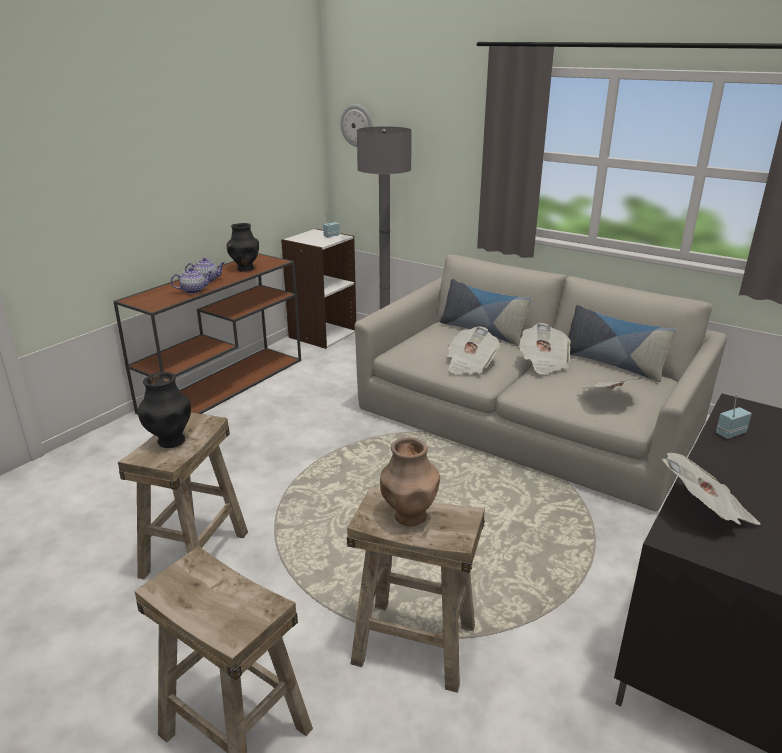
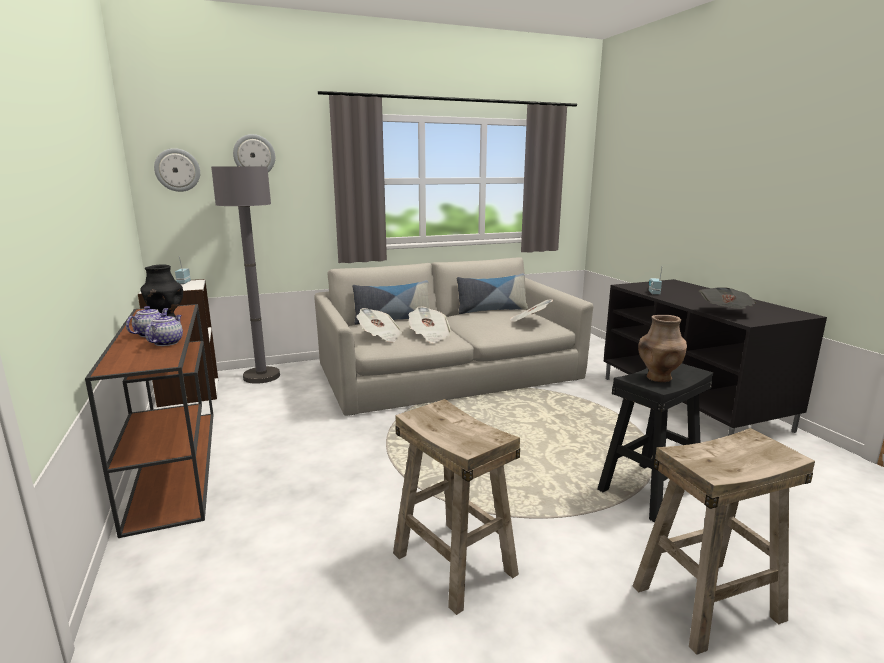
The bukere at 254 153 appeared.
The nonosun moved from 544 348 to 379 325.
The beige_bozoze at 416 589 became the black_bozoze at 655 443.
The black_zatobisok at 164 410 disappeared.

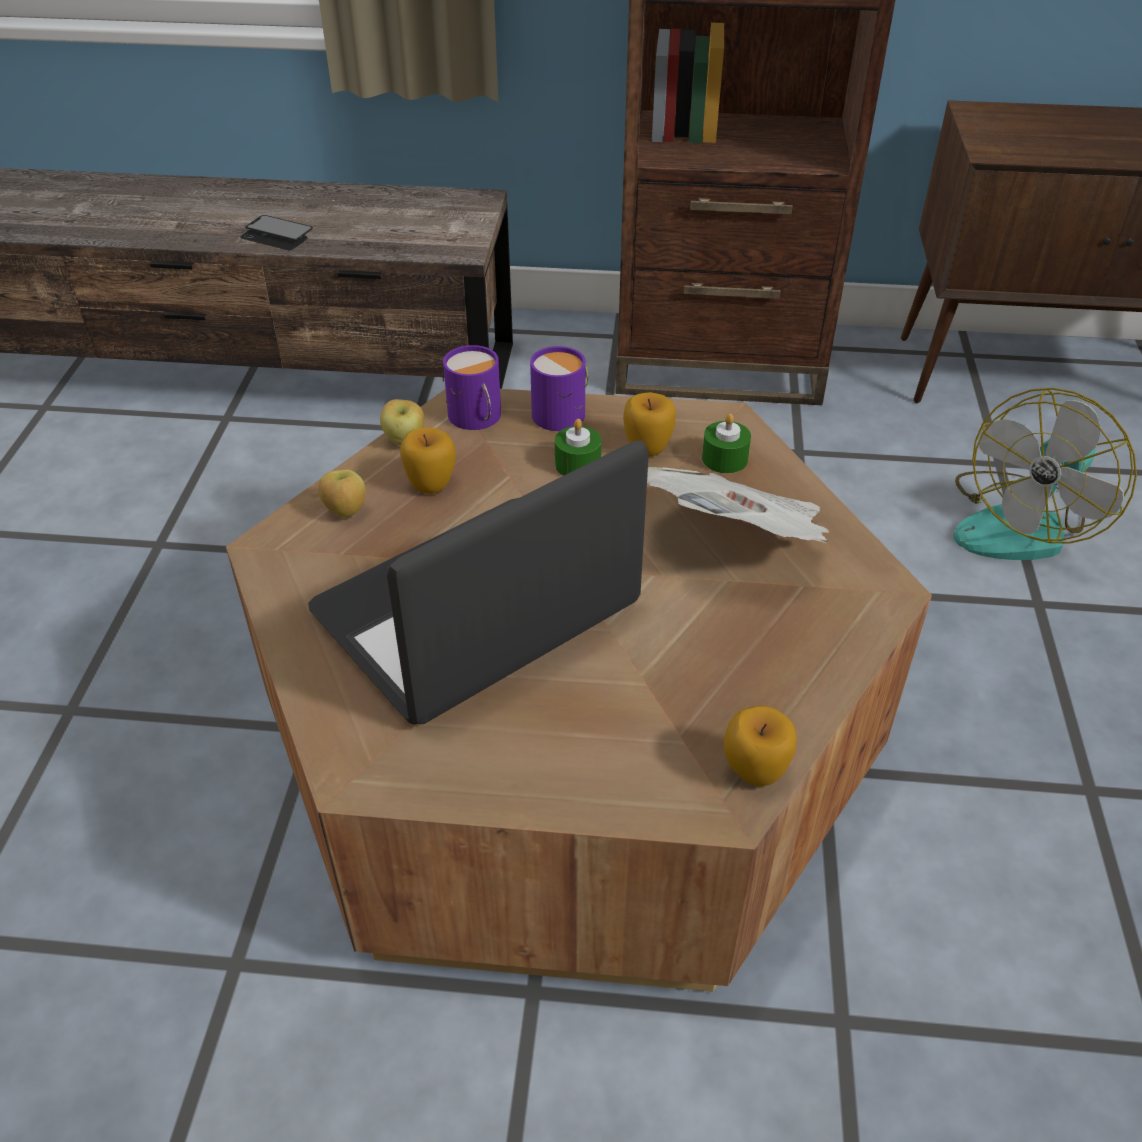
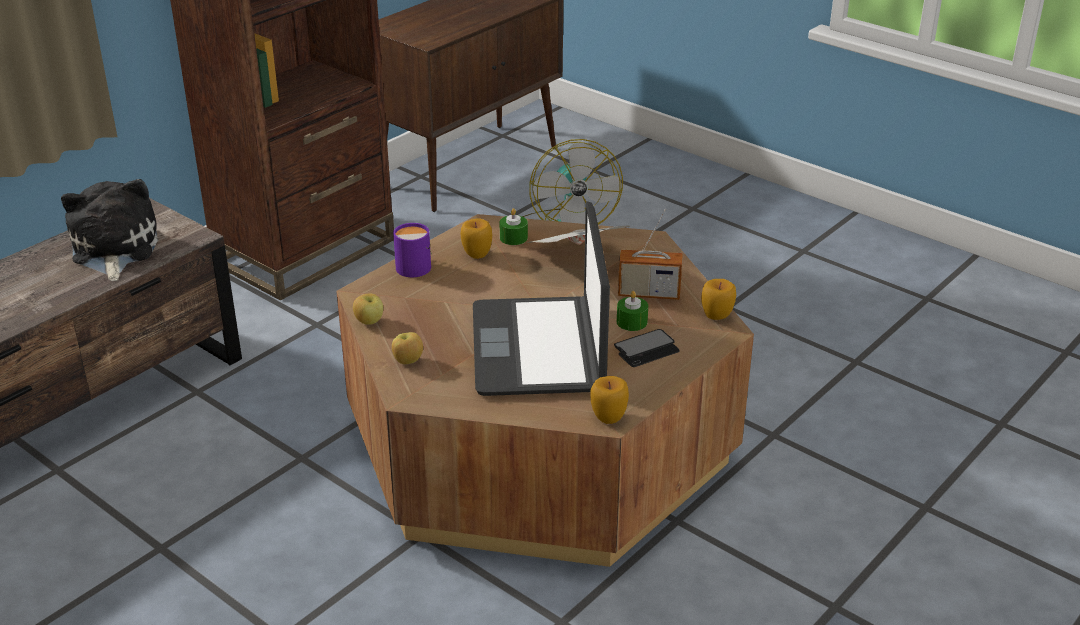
The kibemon at 109 230 appeared.
The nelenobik moved from 428 461 to 609 400.
The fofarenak moved from 276 232 to 647 348.
The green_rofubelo moved from 578 447 to 632 311.
The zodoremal at 650 254 appeared.
The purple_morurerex at 472 387 disappeared.

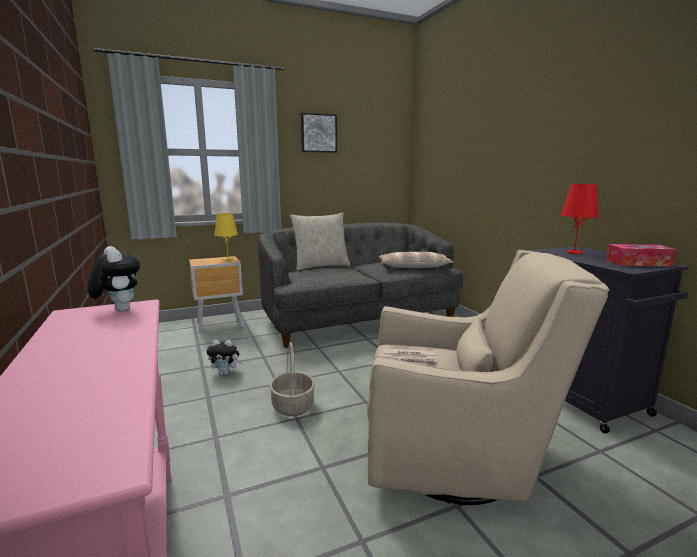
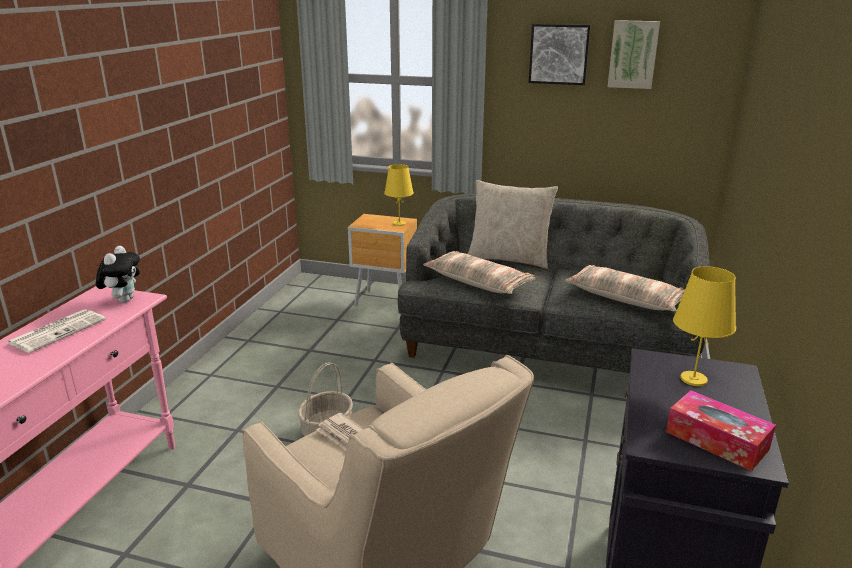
The nonosun at 57 331 appeared.
The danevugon at 479 272 appeared.
The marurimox at 634 54 appeared.
The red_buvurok at 580 219 became the yellow_buvurok at 704 326.
The kibemon at 224 357 disappeared.

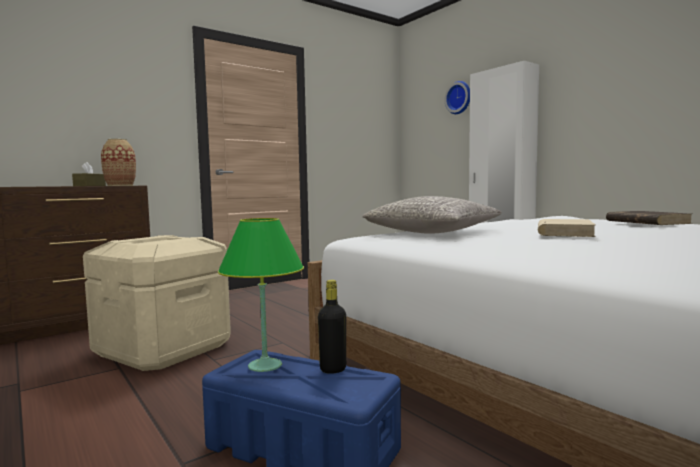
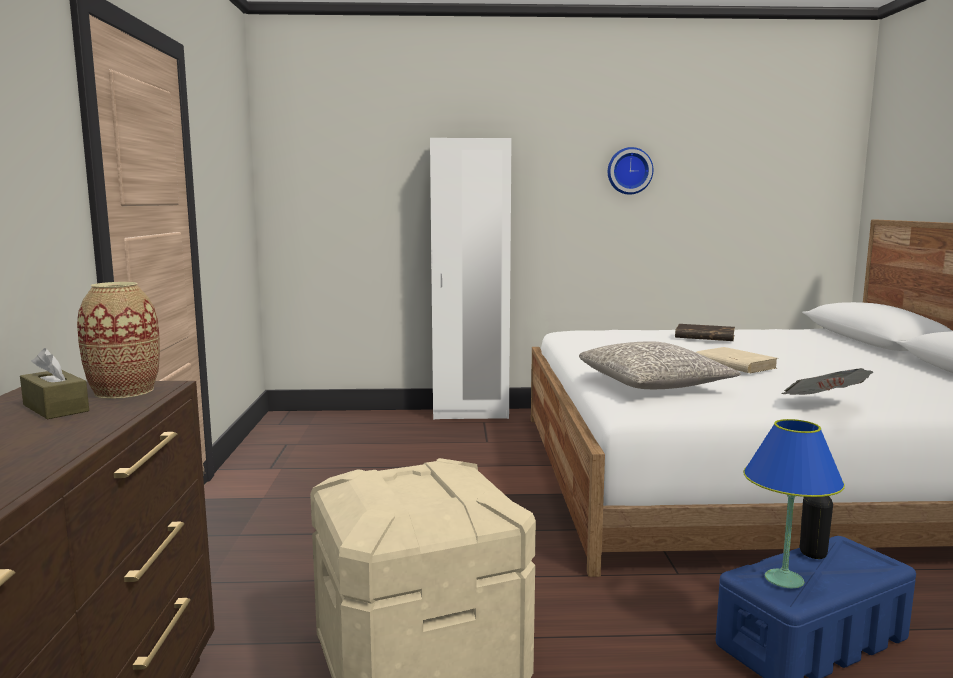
The bukere moved from 457 97 to 630 171.
The green_buvurok at 261 295 became the blue_buvurok at 794 503.
The nonosun at 827 381 appeared.

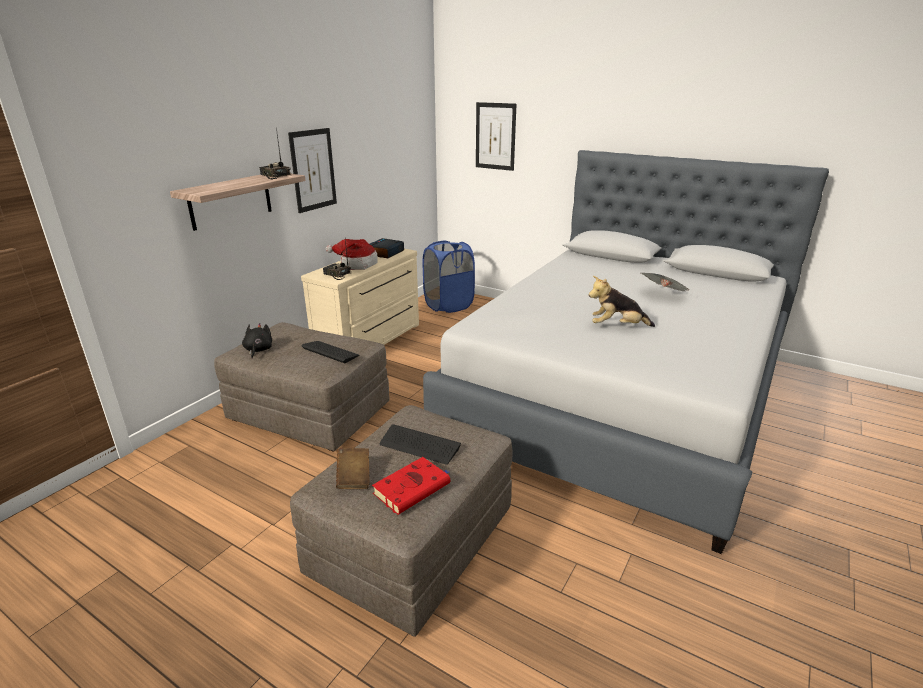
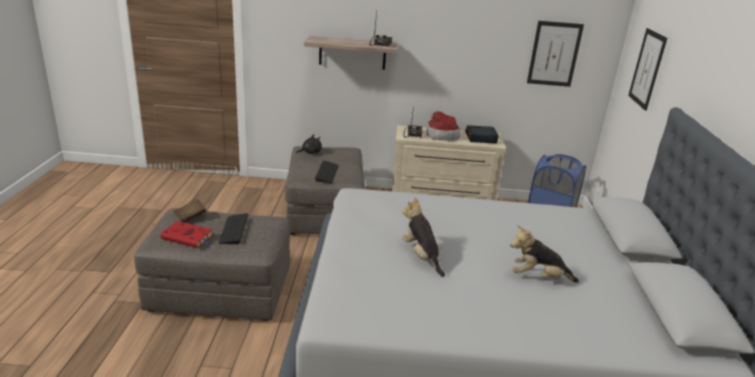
The nonosun at 665 282 was replaced by the kibemon at 544 254.
The marurimox moved from 312 170 to 555 54.

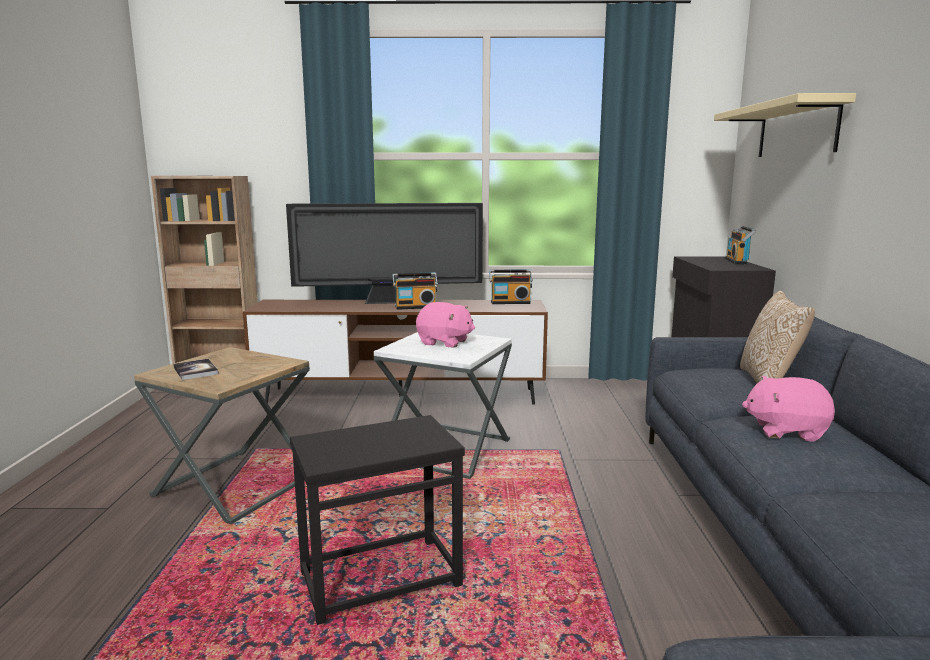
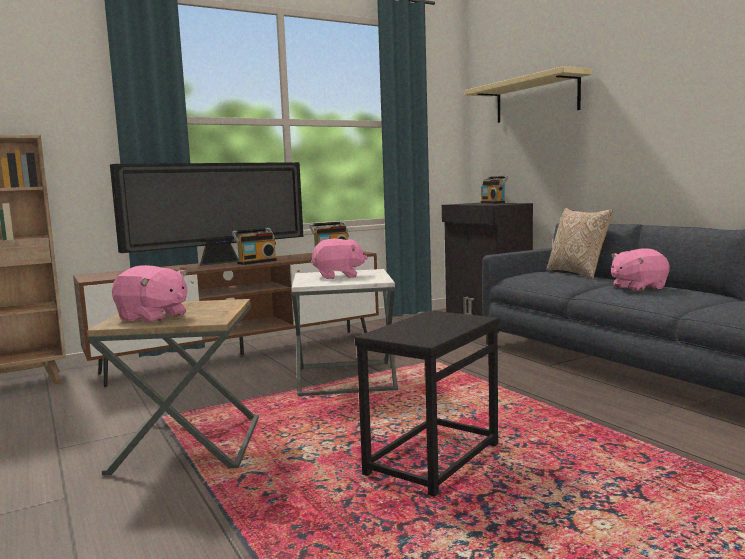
The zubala at 196 369 was replaced by the pink_kibemon at 149 294.

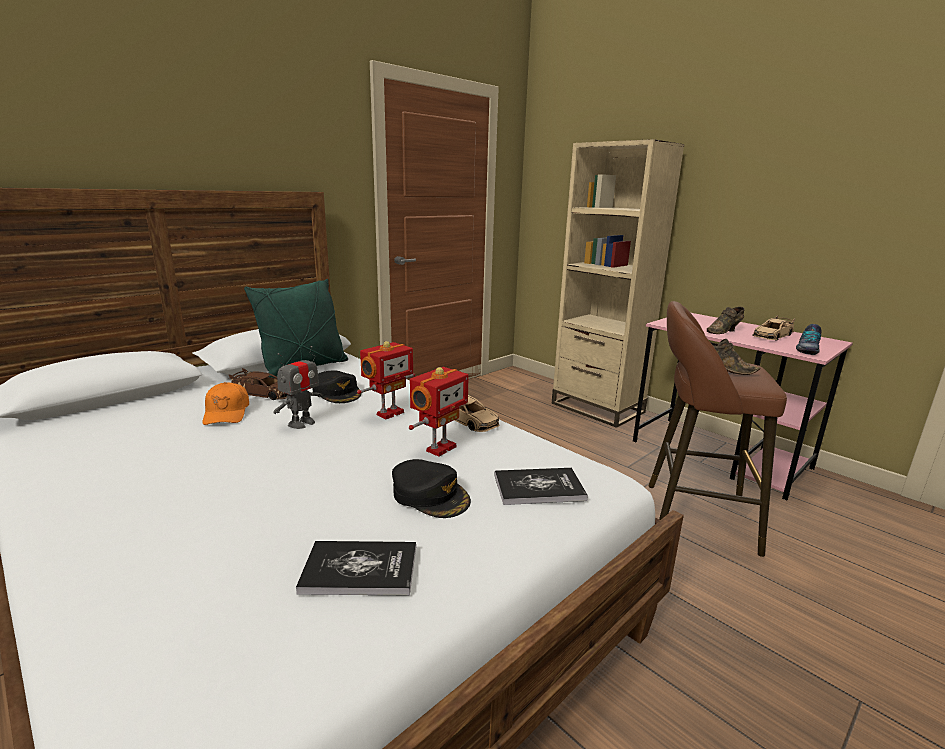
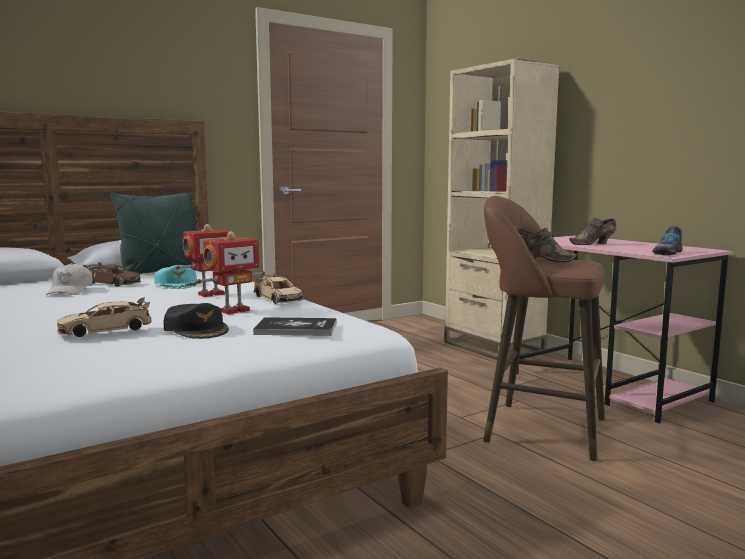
The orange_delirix at 225 403 became the white_delirix at 69 279.
The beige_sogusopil moved from 774 328 to 104 317.
The black_delirix at 336 386 became the turquoise_delirix at 175 277.
The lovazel at 298 387 disappeared.
The zubala at 356 568 disappeared.

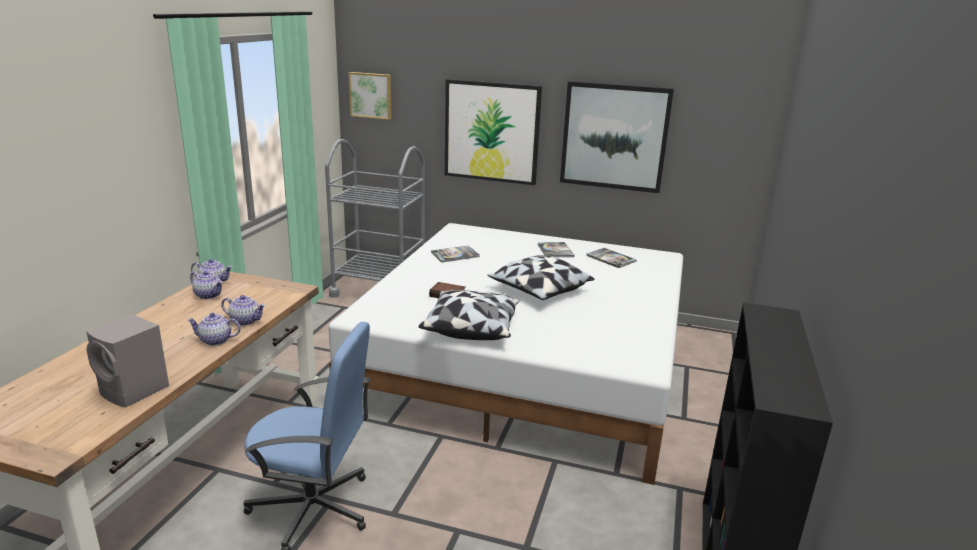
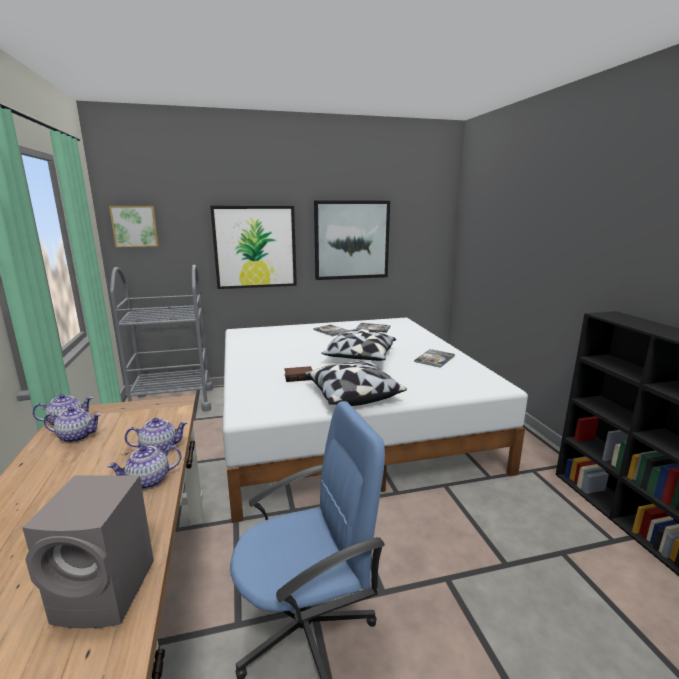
The zubala moved from 455 254 to 434 358.

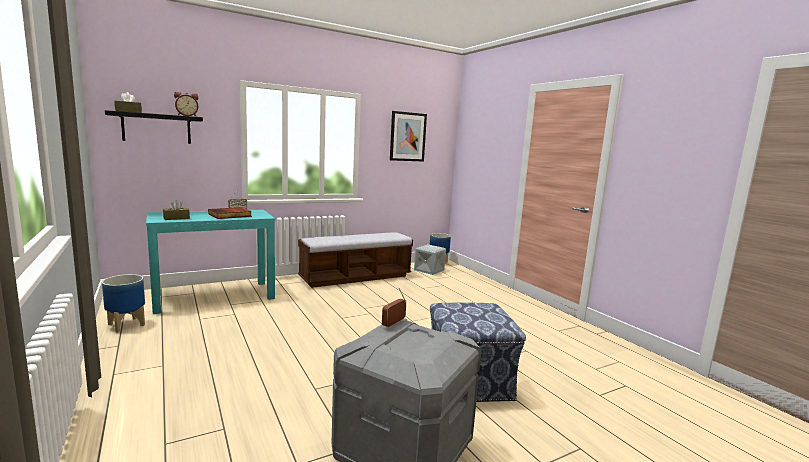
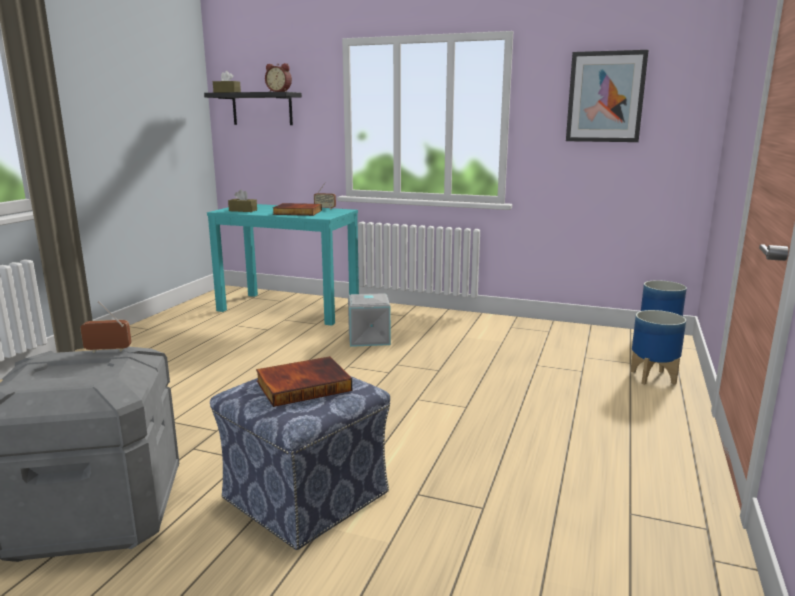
The zubala at 304 381 appeared.
The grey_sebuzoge moved from 430 259 to 369 320.
The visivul moved from 123 303 to 658 347.
The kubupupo at 355 260 disappeared.

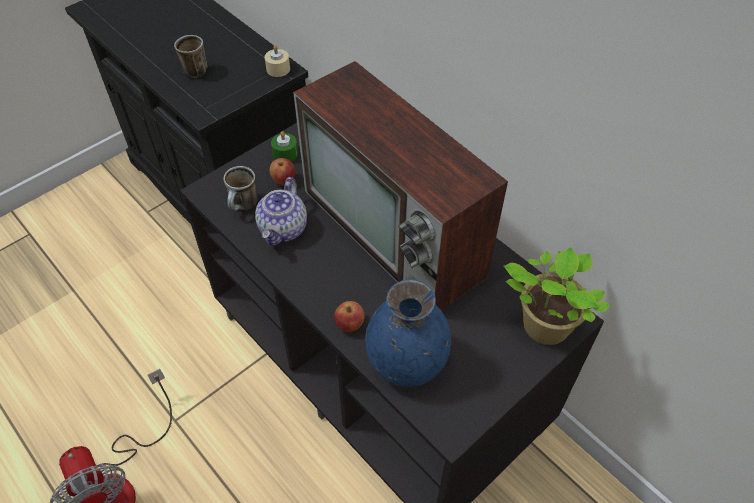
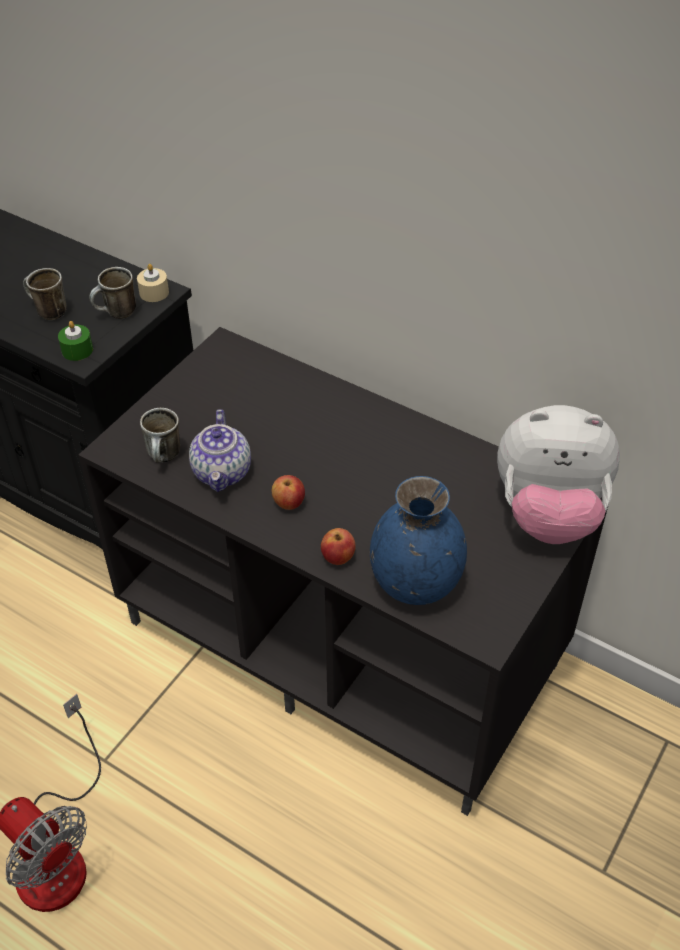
The green_rofubelo moved from 284 146 to 75 341.
The morurerex at 112 293 appeared.
The nelenobik moved from 282 171 to 288 492.
The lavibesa at 556 296 was replaced by the kibemon at 558 474.
The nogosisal at 400 186 disappeared.

